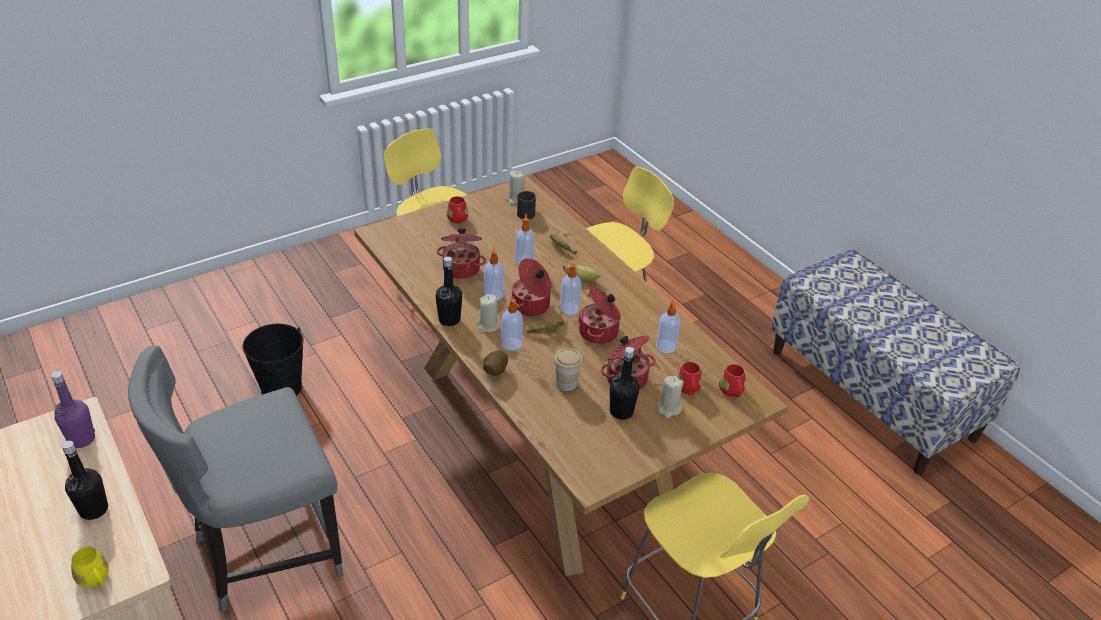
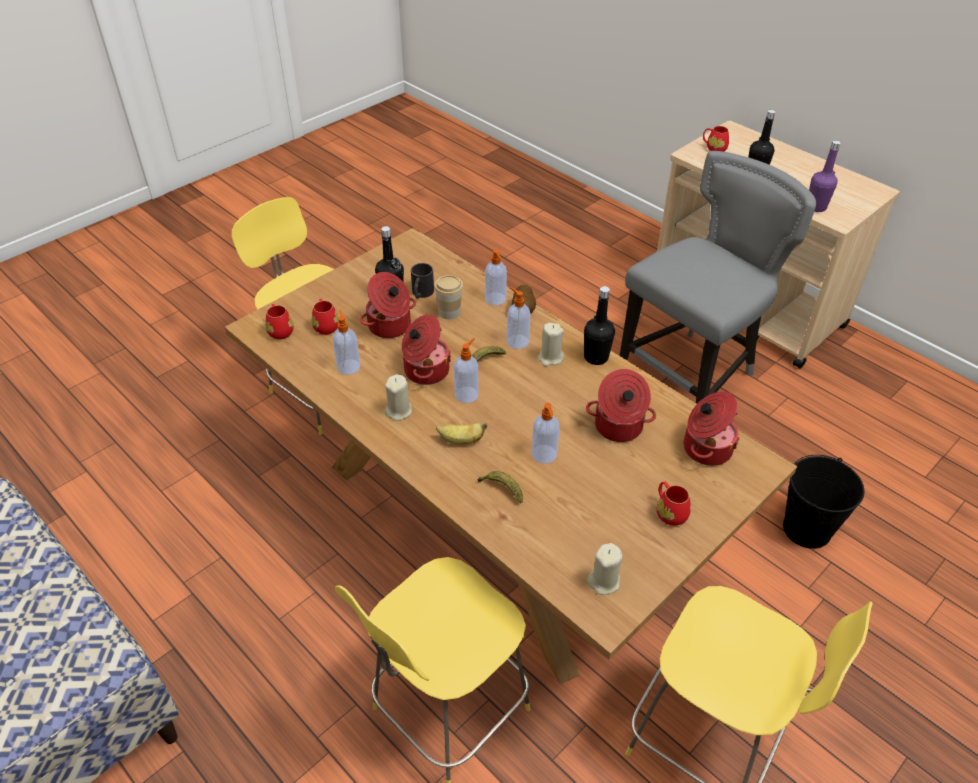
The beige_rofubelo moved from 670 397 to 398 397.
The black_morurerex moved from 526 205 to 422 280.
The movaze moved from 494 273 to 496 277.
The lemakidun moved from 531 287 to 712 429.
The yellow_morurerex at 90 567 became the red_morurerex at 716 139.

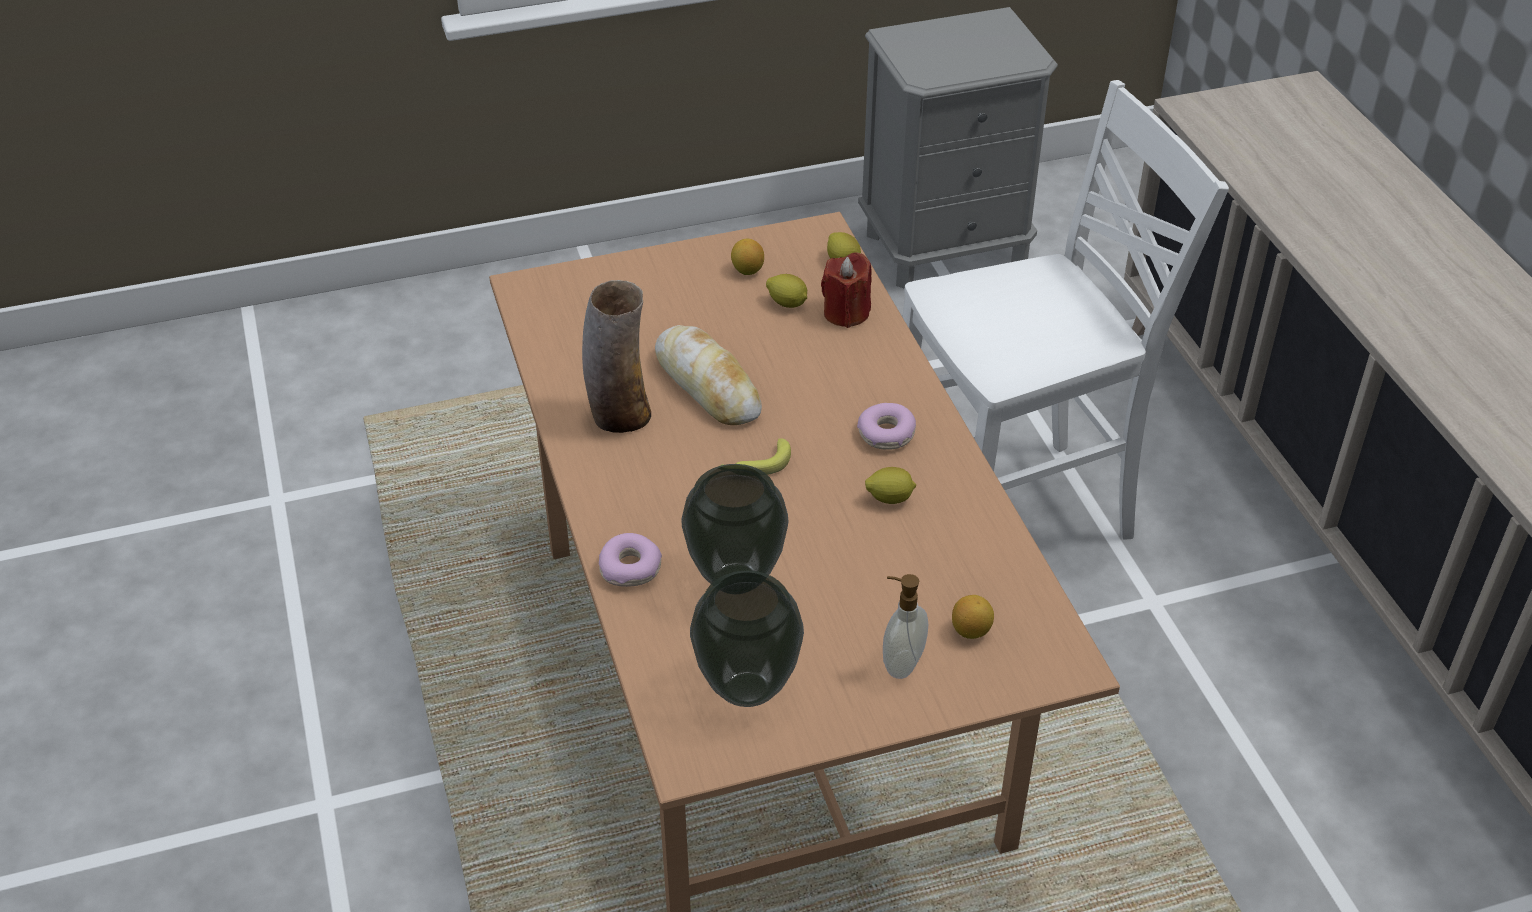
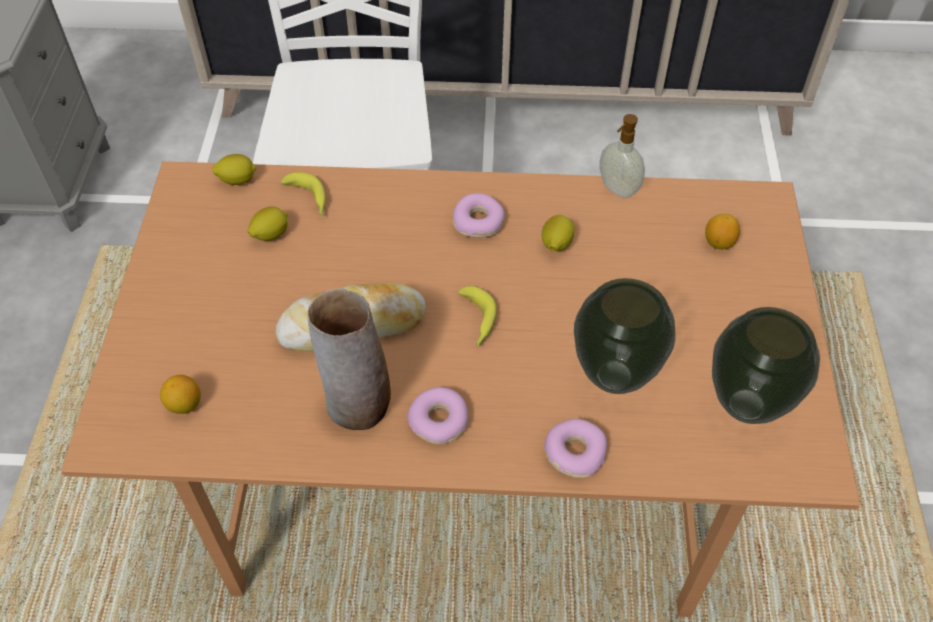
The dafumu moved from 747 257 to 180 394.
The red_rofubelo at 846 290 was replaced by the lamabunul at 303 193.
The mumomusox at 438 415 appeared.
The movaze moved from 905 626 to 622 156.

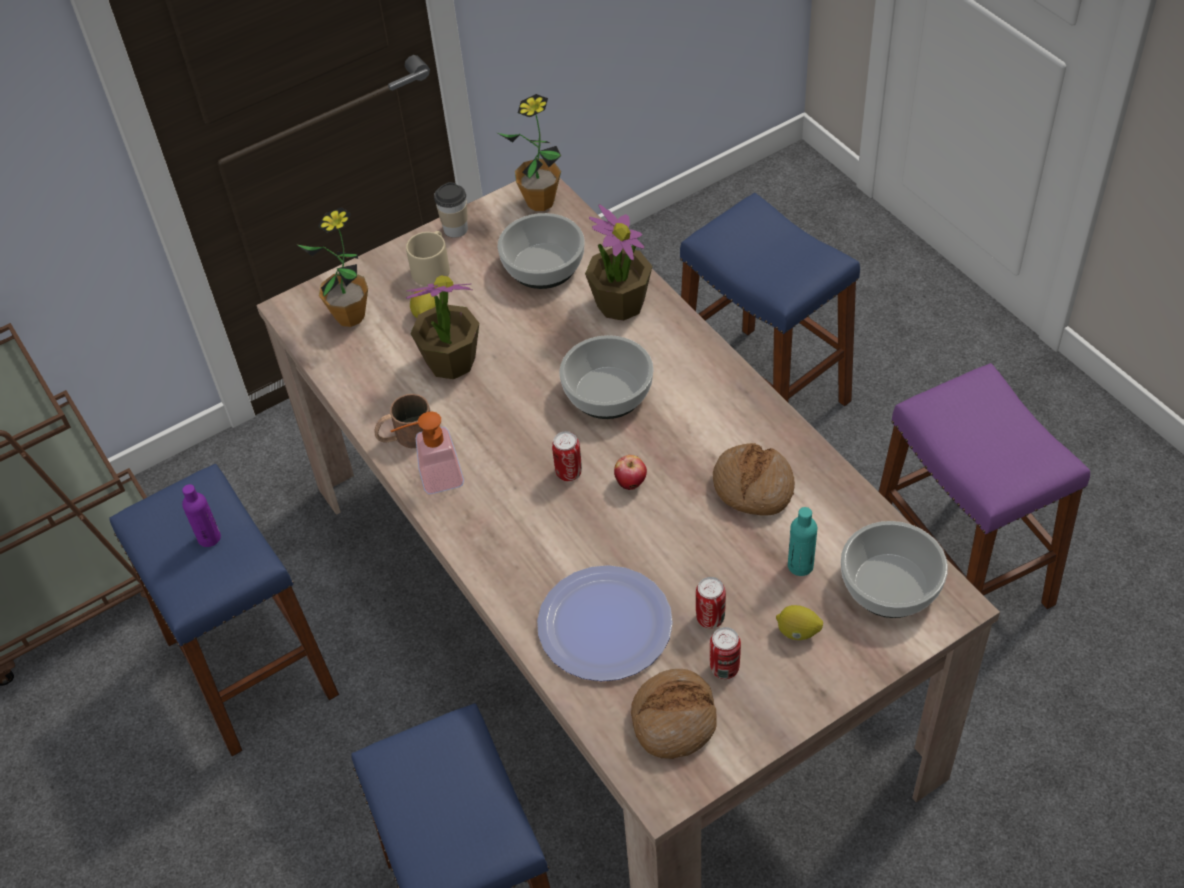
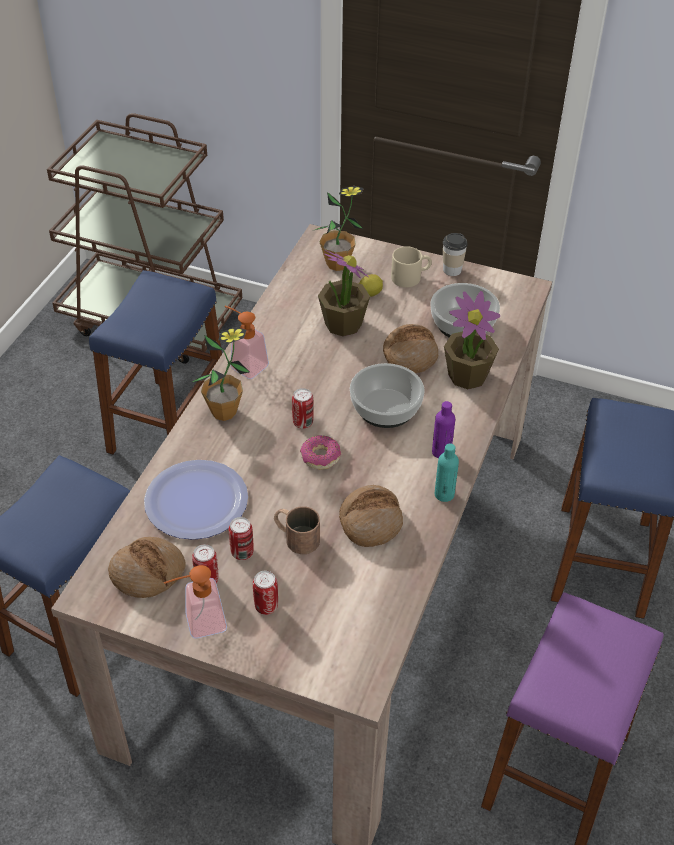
The movaze at 195 602 appeared.
The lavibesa moved from 529 152 to 220 374.
The dafumu at 799 622 was replaced by the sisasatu at 265 593.
The brown_morurerex moved from 402 421 to 297 530.
The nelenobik at 630 472 was replaced by the mumomusox at 320 452.
The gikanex at 411 348 appeared.
The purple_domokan moved from 201 515 to 443 430.
The turquoise_domokan moved from 802 541 to 447 472.
The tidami at 894 569 disappeared.

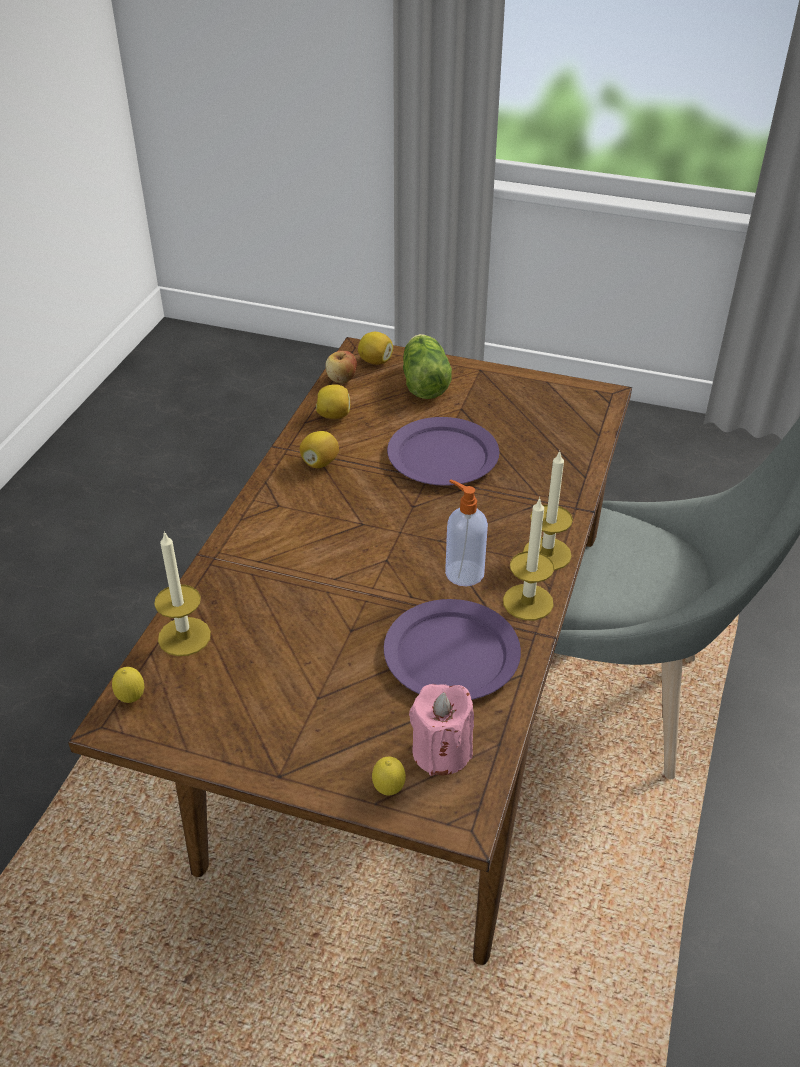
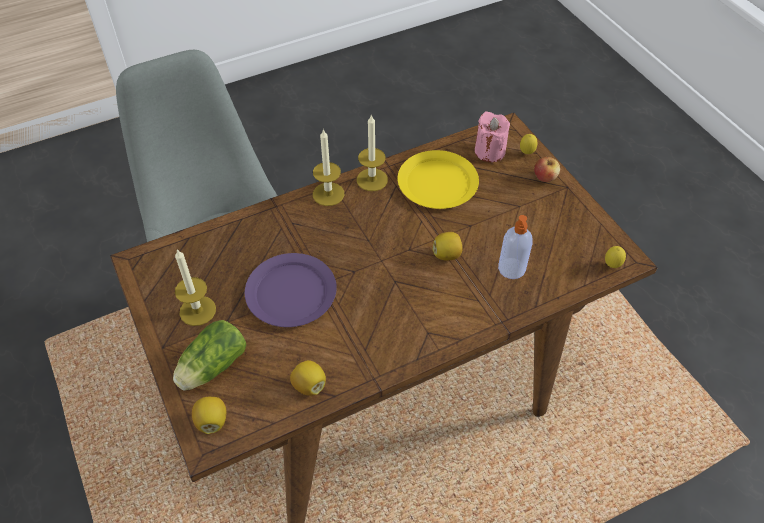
The rofubelo moved from 182 593 to 195 287.
The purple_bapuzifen at 452 649 became the yellow_bapuzifen at 438 179.
The dafumu moved from 319 449 to 447 246.
The movaze moved from 466 533 to 515 247.
The nelenobik moved from 341 367 to 547 169.

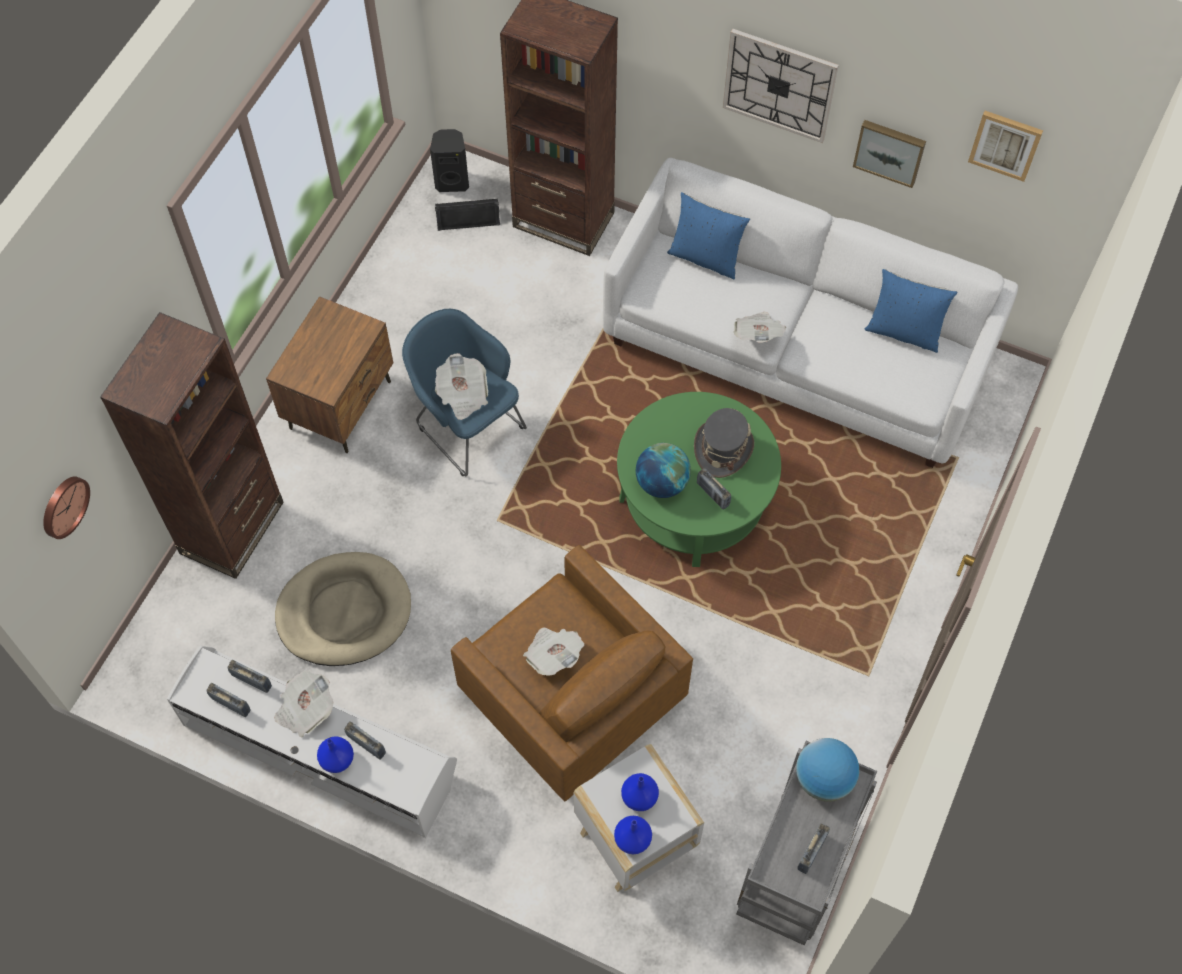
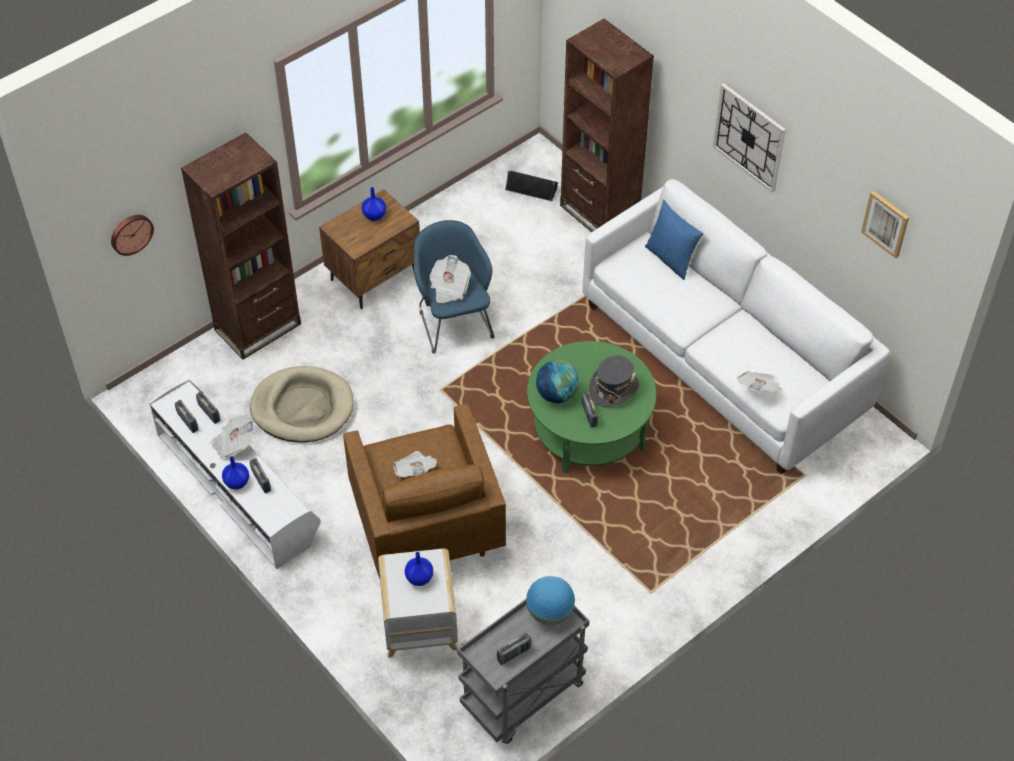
The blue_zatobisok moved from 633 835 to 374 204.
The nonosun moved from 759 327 to 759 381.
The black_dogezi at 449 160 disappeared.
The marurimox at 889 154 disappeared.
The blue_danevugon at 911 311 disappeared.

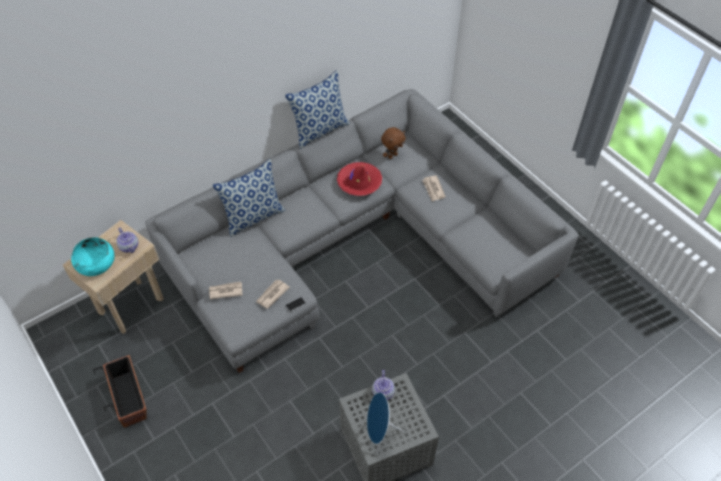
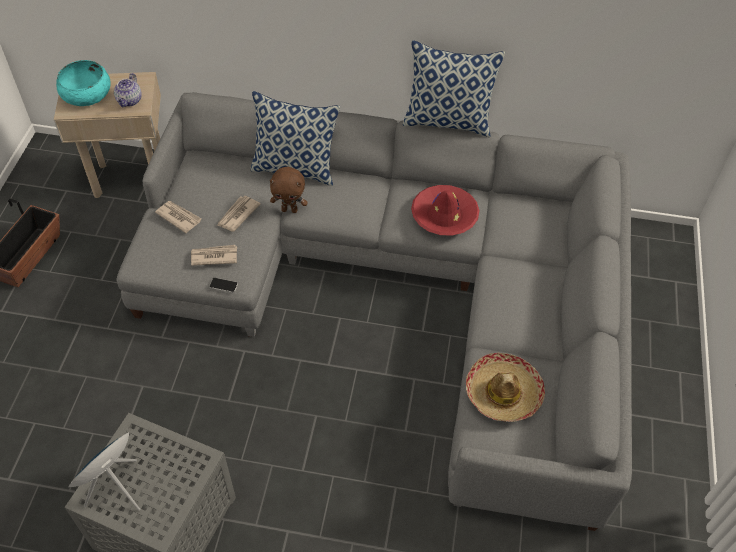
The nonosun moved from 434 188 to 239 213.
The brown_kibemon moved from 393 143 to 289 190.
The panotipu at 505 387 appeared.
The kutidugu at 383 385 disappeared.

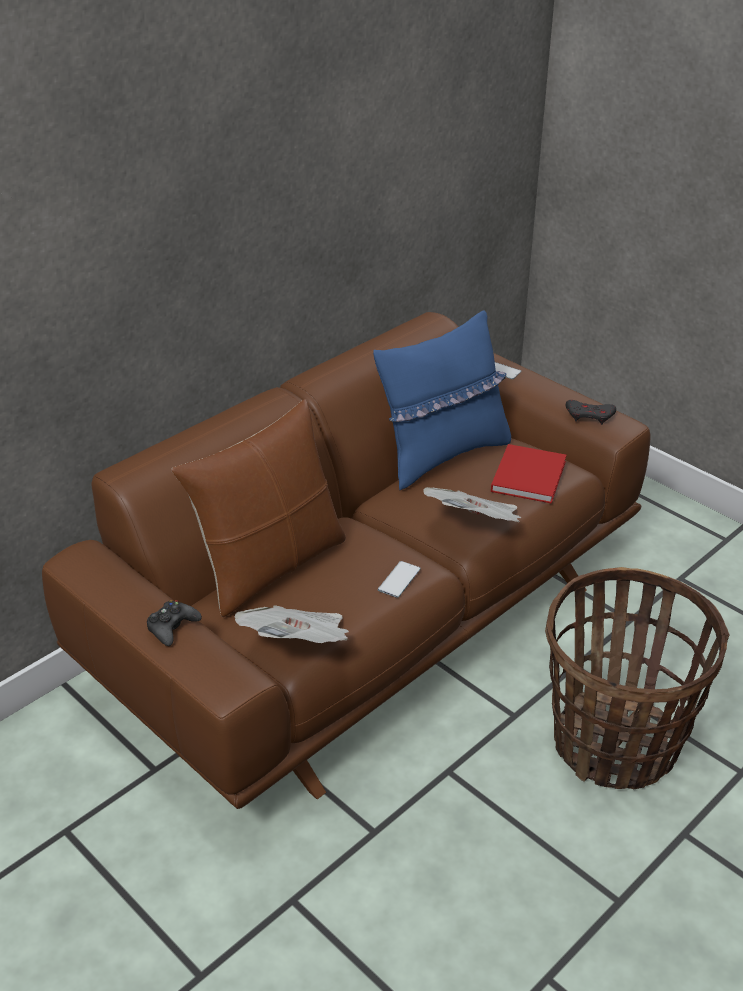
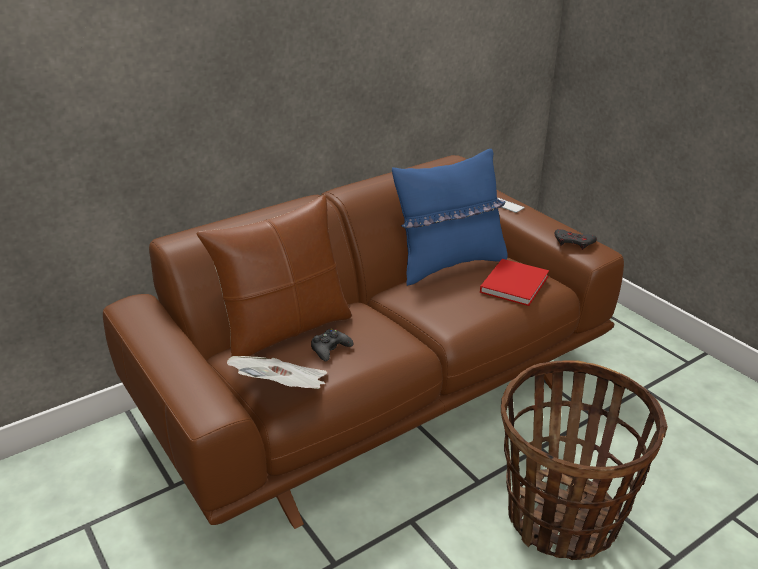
The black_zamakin moved from 174 623 to 332 345.
The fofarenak at 399 579 disappeared.
The nonosun at 472 504 disappeared.

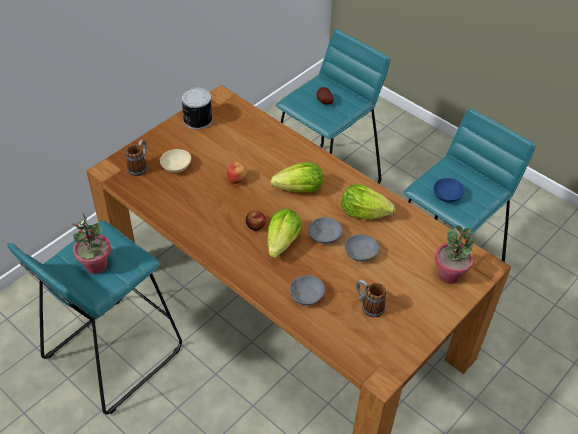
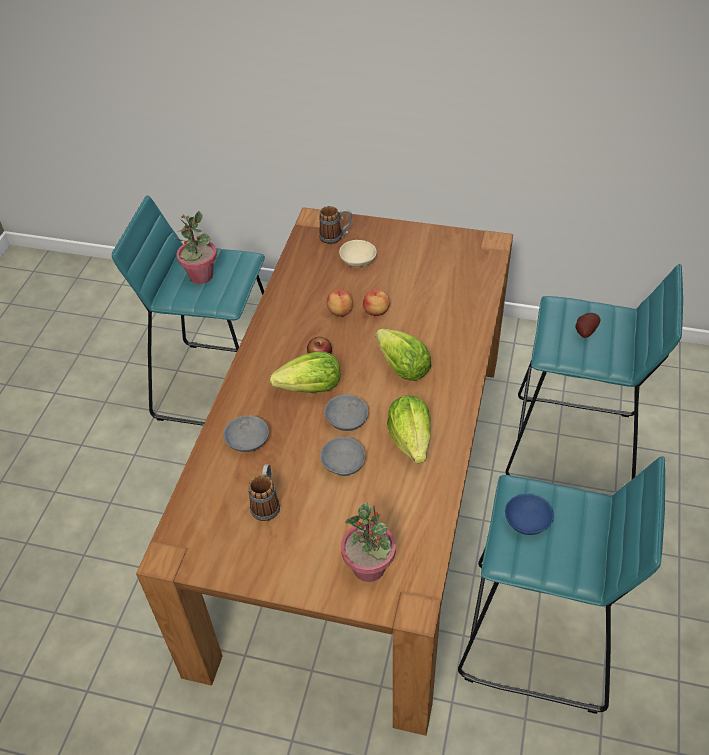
The nelenobik at 340 303 appeared.
The sisasatu at 197 108 disappeared.

